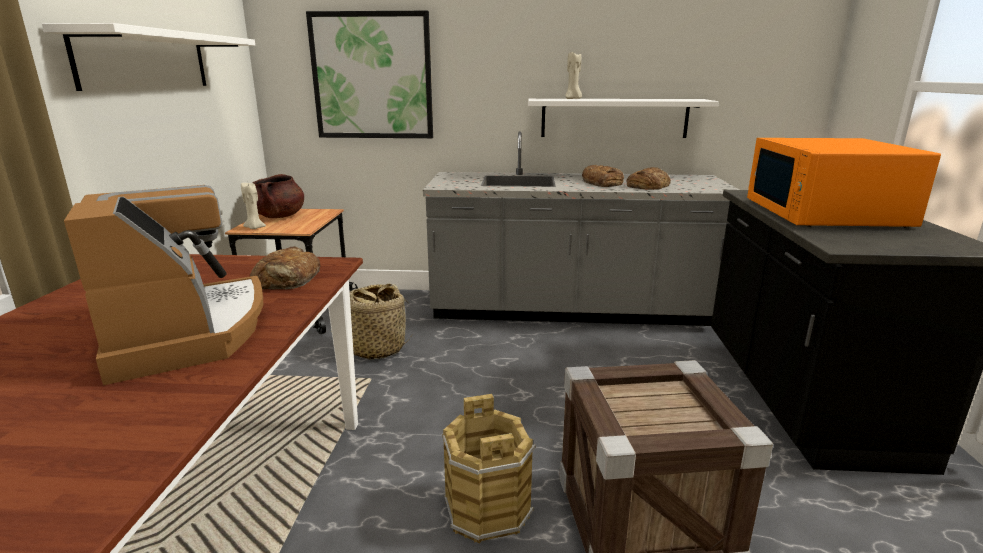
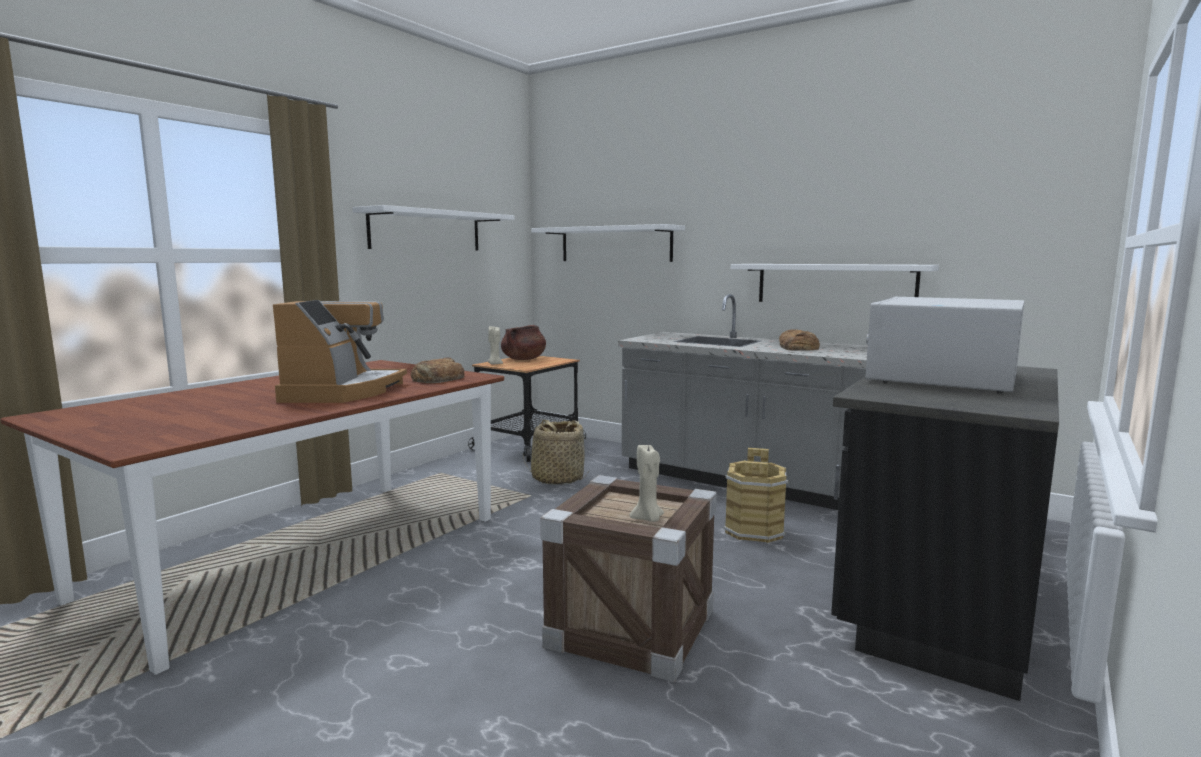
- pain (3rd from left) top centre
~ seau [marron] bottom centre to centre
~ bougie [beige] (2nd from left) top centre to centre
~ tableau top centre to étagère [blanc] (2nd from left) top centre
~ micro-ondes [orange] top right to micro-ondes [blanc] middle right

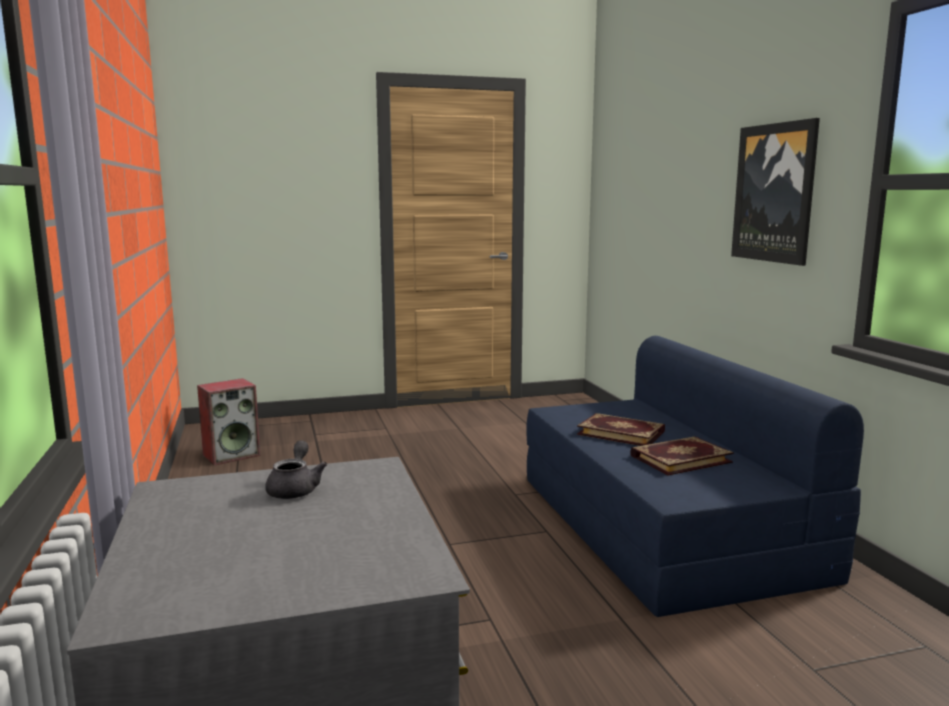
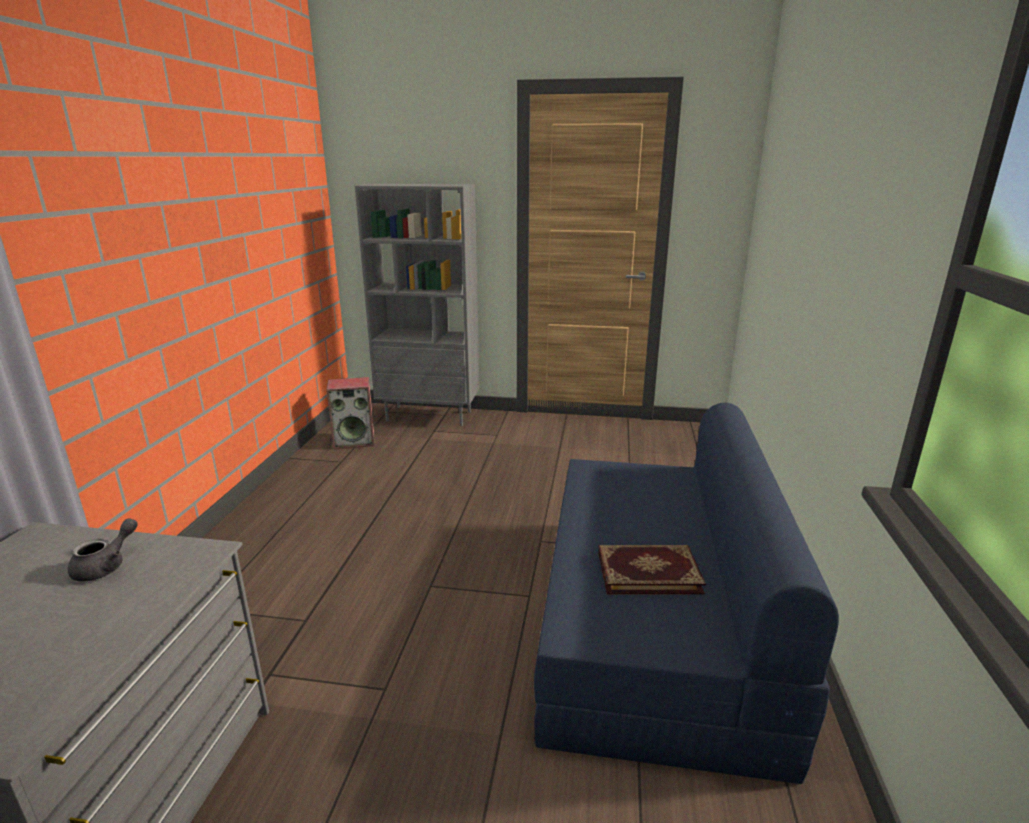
- livre (1st from left) centre
- tableau top right
+ bibliothèque [gris] centre

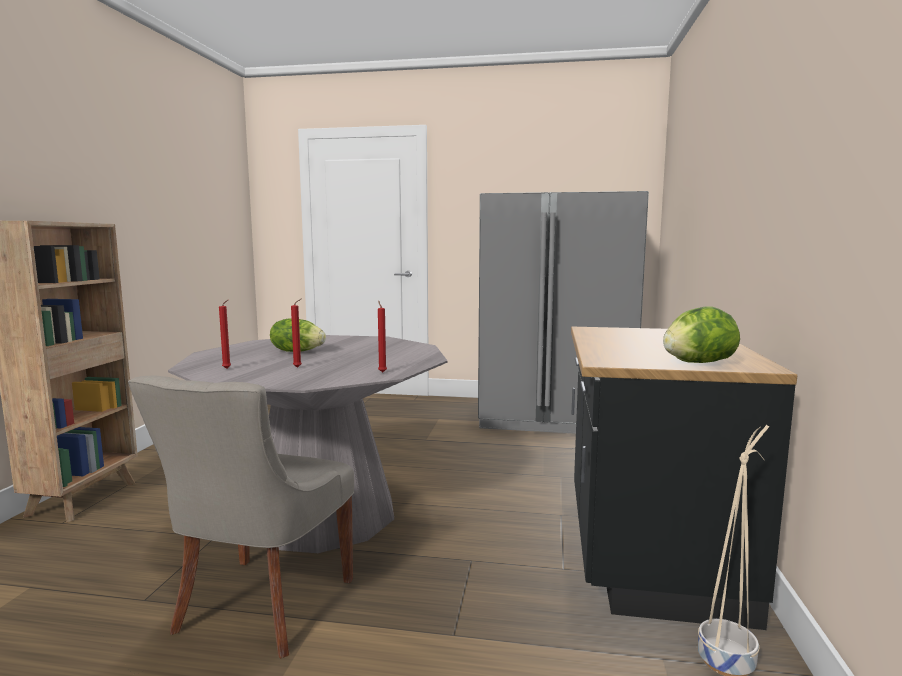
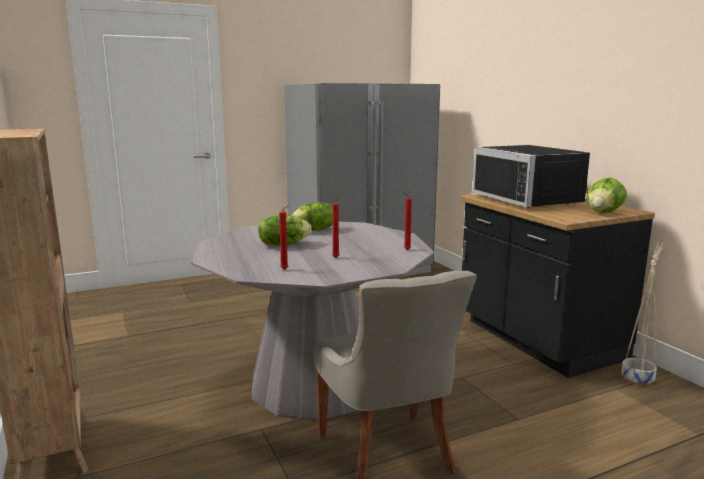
+ laitue (2nd from left) centre
+ micro-ondes [noir] middle right

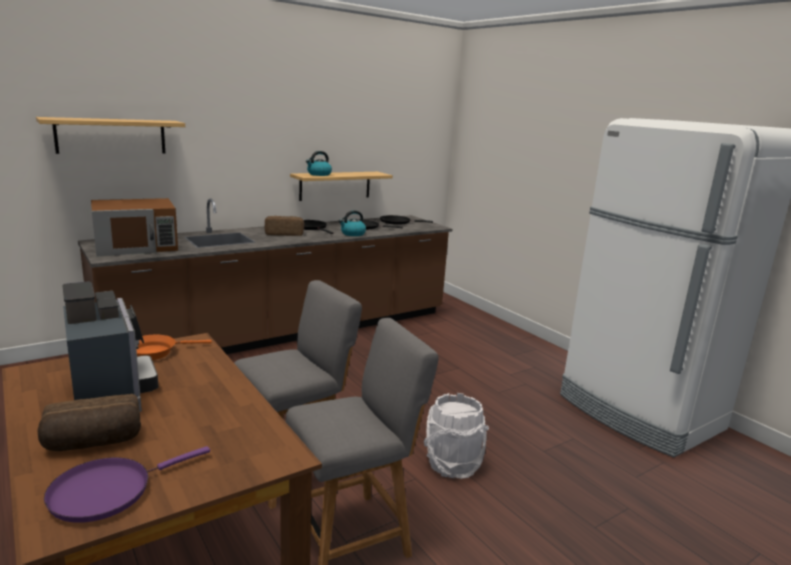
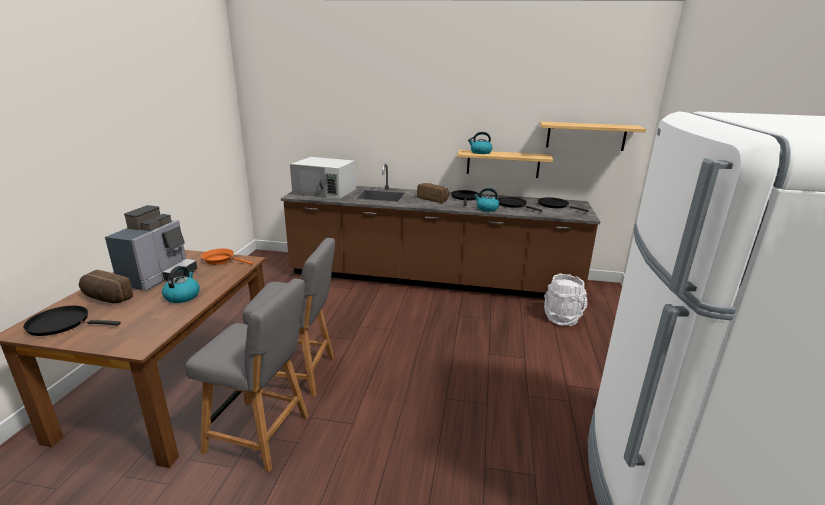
+ bouilloire (1st from left) middle left
~ étagère (1st from left in the first image) top left to étagère (2nd from left) top right
~ seau [blanc] bottom centre to middle right
~ poêle [violet] bottom left to poêle [noir] (1st from left) middle left
~ micro-ondes [marron] middle left to micro-ondes [blanc] centre

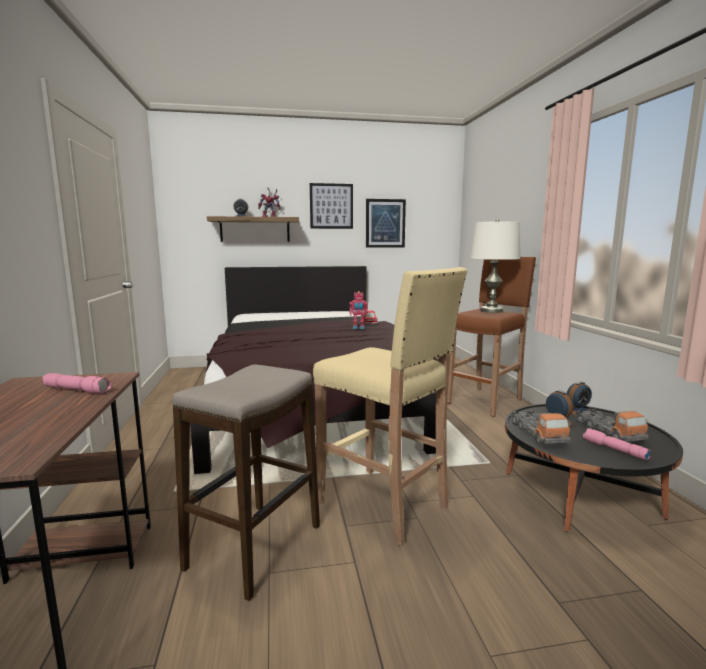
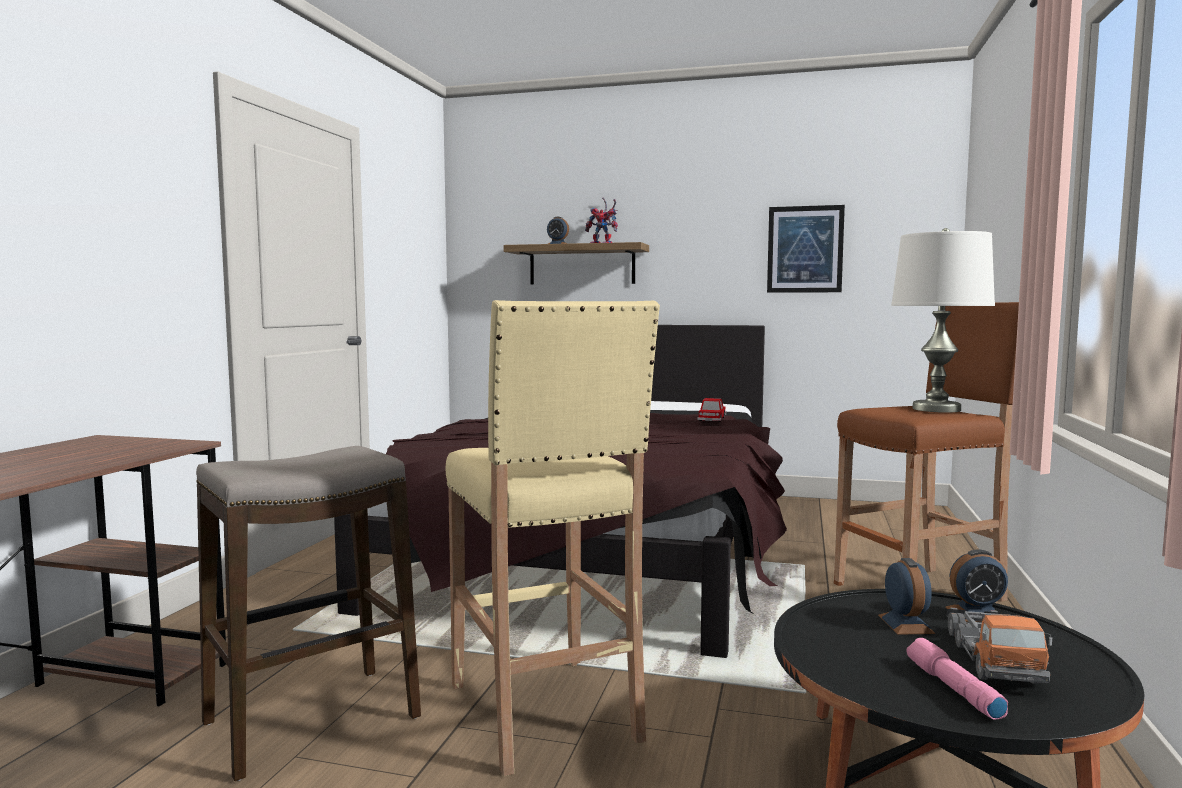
- lampe de poche [rose] (1st from left) middle left
- tableau (1st from left) top centre
- robot jouet (2nd from left) centre
- camion jouet (1st from left) middle right

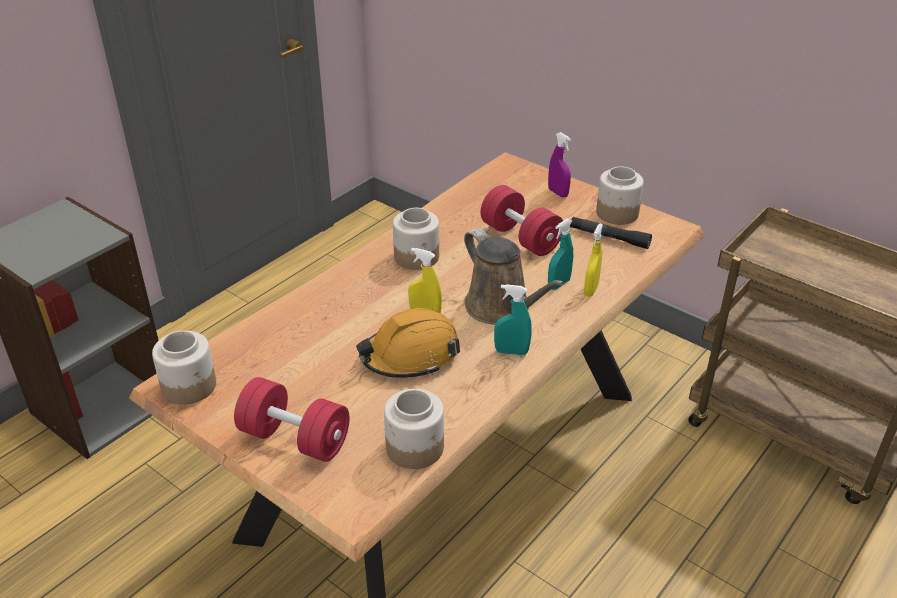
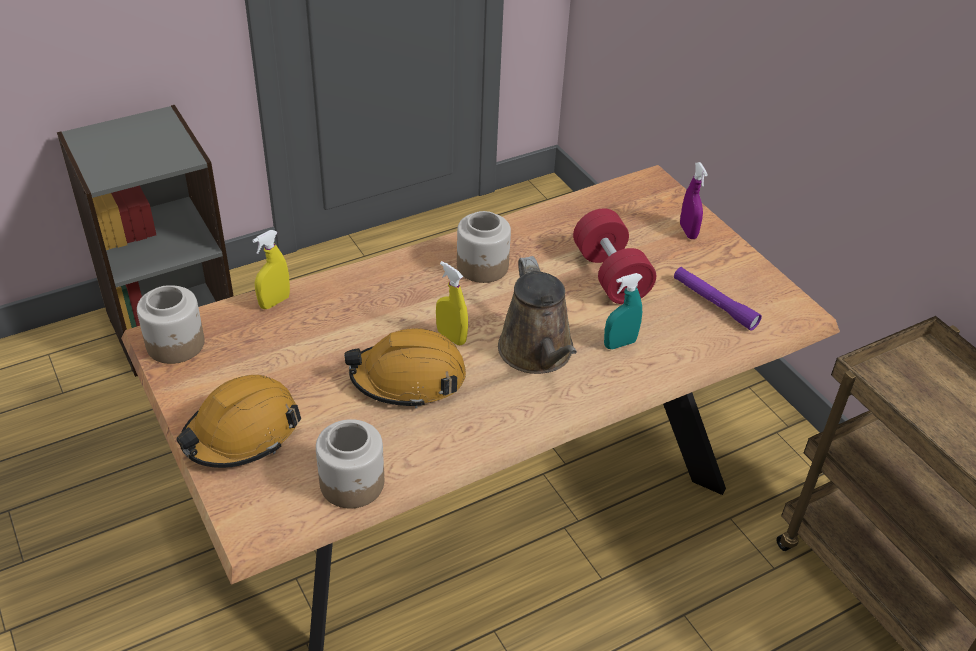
- vaporisateur [turquoise] (1st from left) centre
- bocal (4th from left) top right
~ vaporisateur [jaune] (2nd from left in the first image) centre to vaporisateur [jaune] (1st from left) middle left
~ haltère [rouge] (1st from left) bottom left to casque de chantier [orange] (1st from left) middle left
~ lampe de poche [noir] middle right to lampe de poche [violet] middle right

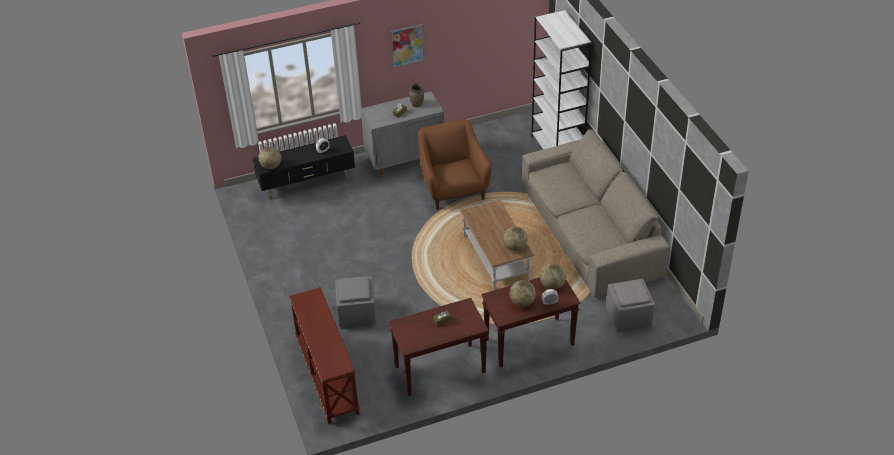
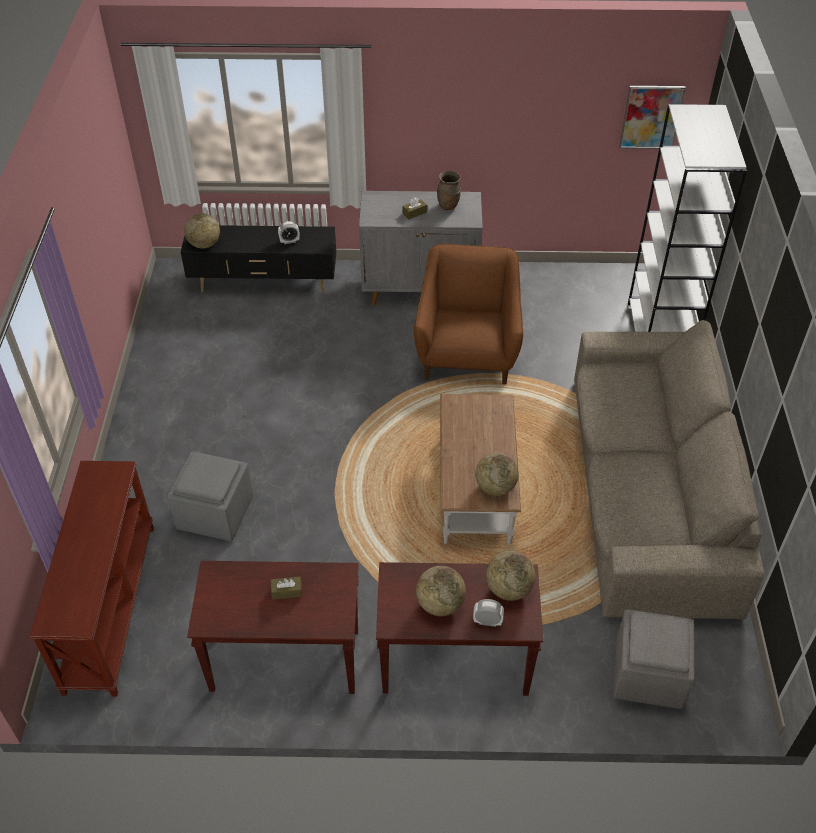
~ tableau top centre to top right

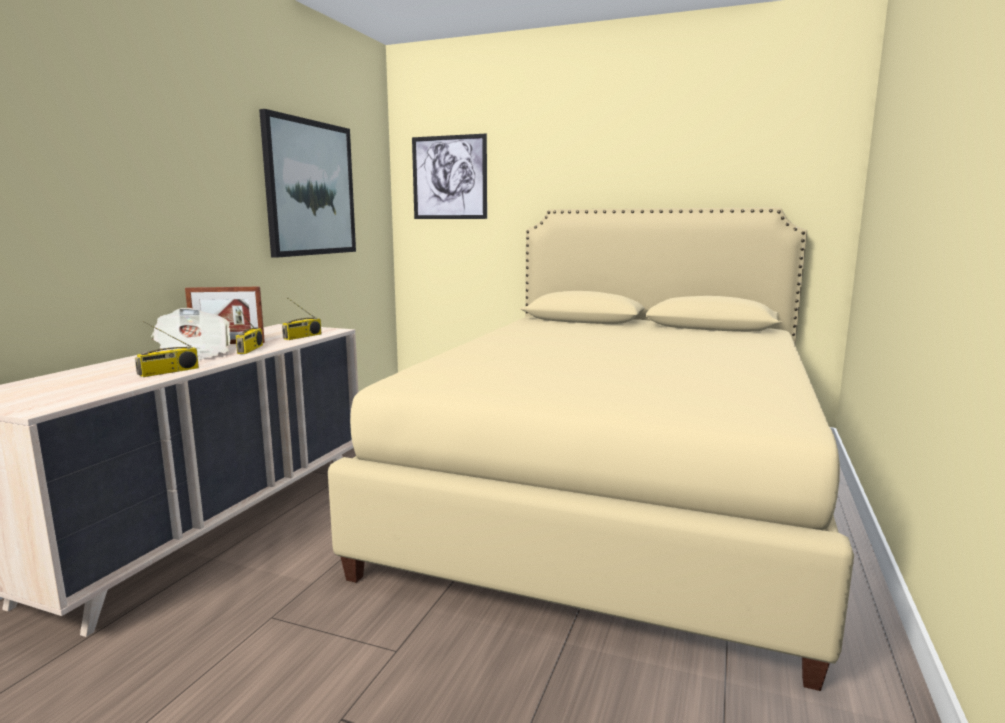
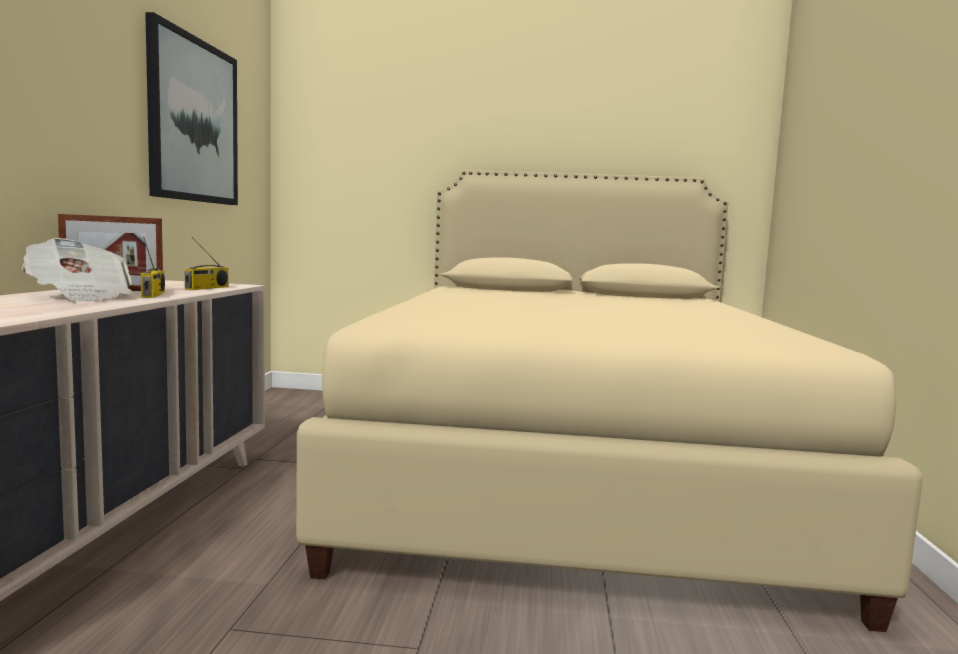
- radio (1st from left) middle left
- tableau (2nd from left) top centre

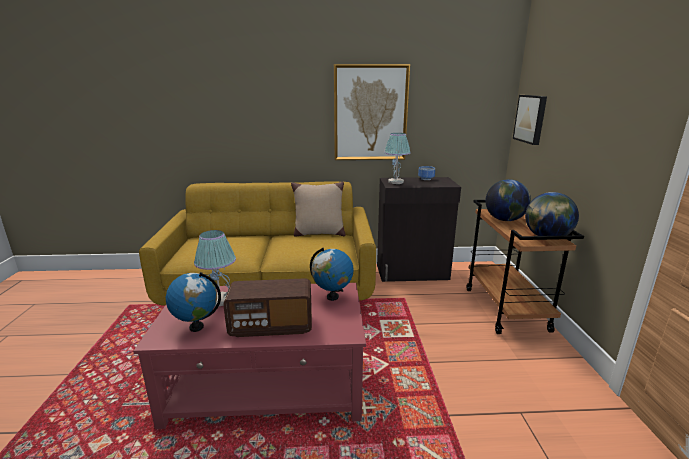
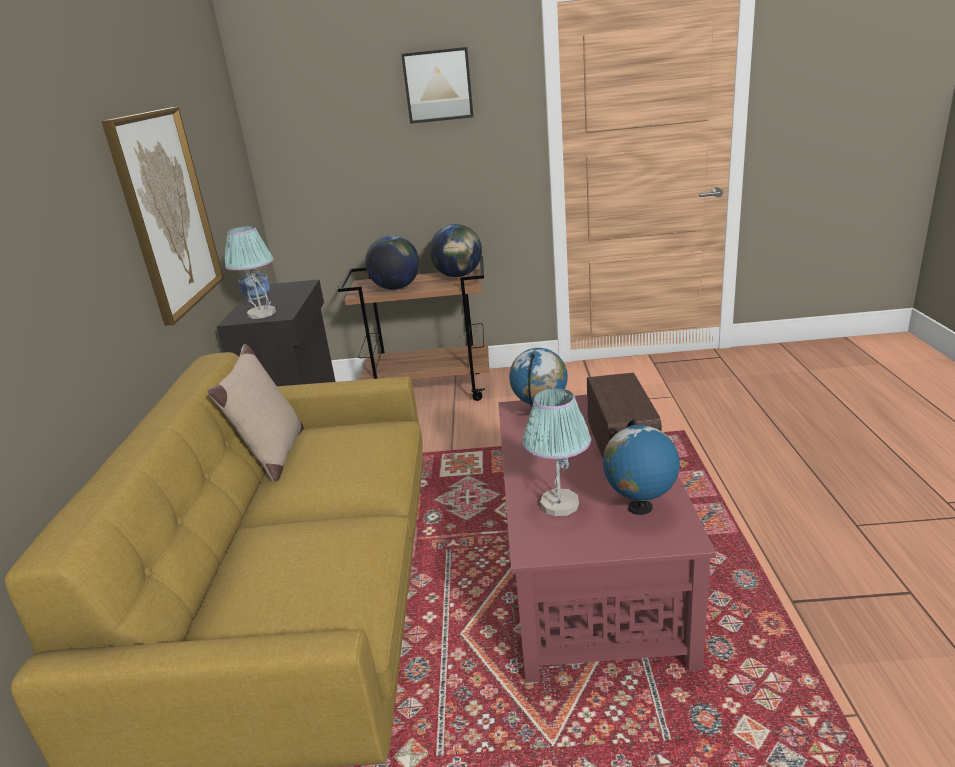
~ tableau (2nd from left) top right to top centre

